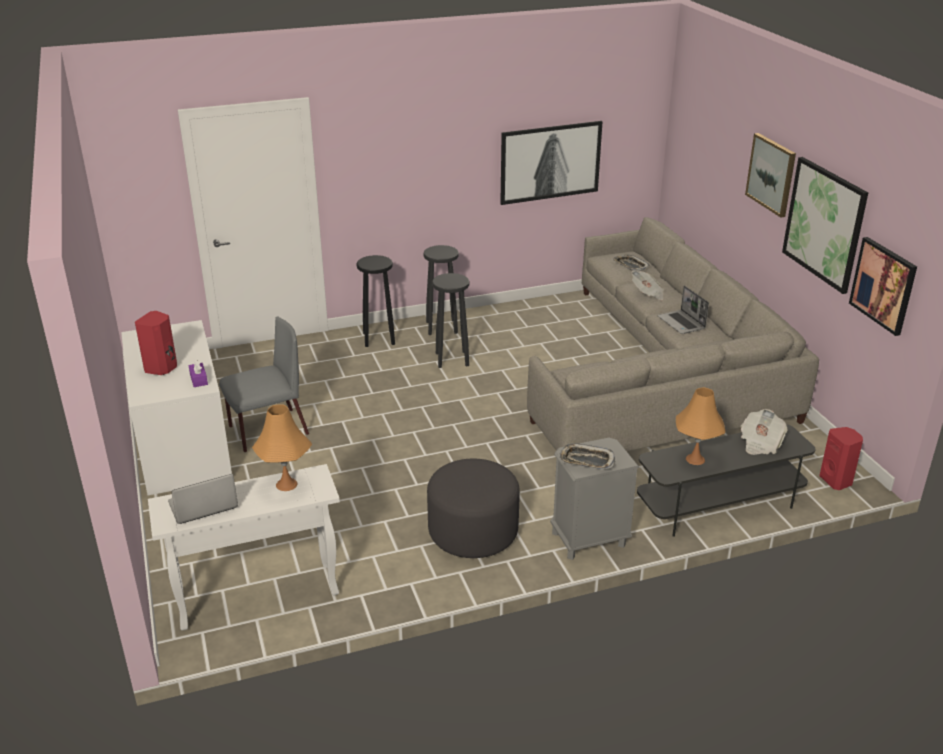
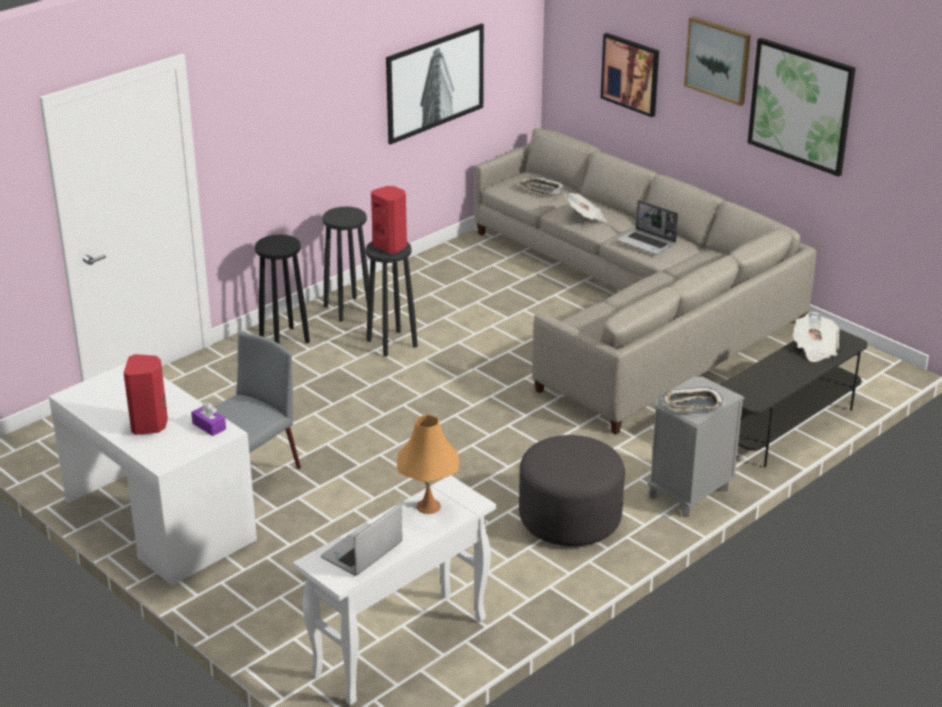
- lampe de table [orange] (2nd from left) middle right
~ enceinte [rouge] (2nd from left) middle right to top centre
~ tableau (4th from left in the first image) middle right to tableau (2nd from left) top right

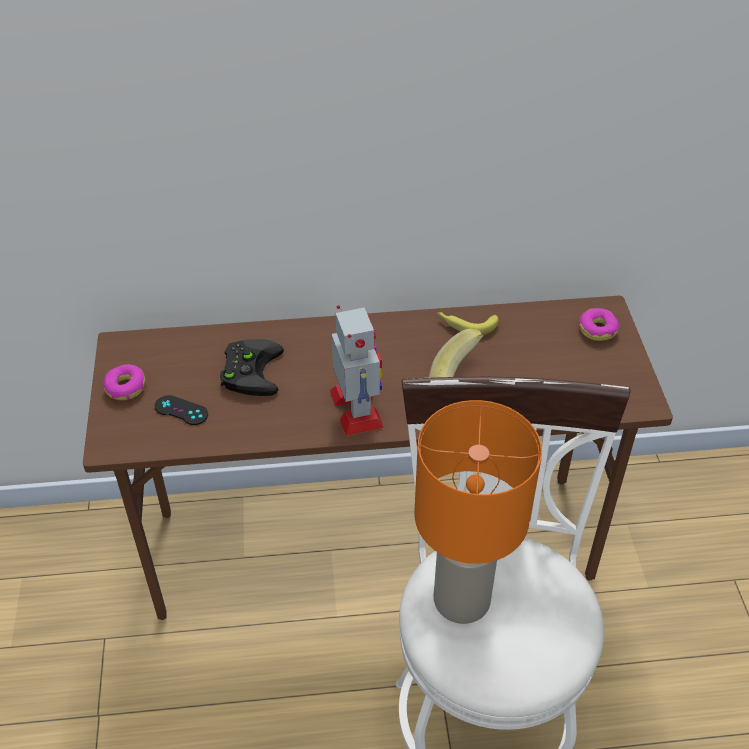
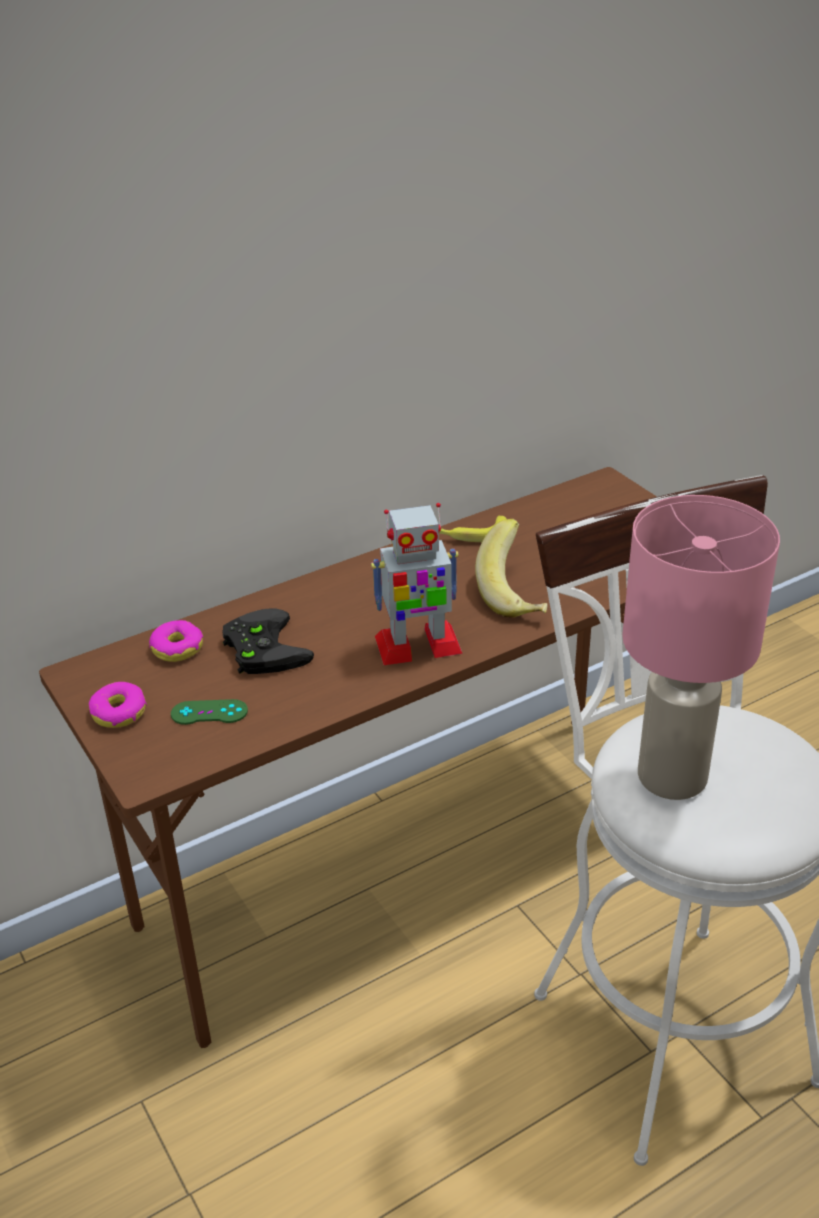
~ beignet (2nd from left) middle right to middle left
~ manette [noir] (1st from left) middle left to manette [vert] middle left
~ lampe de table [orange] bottom centre to lampe de table [rose] middle right
~ robot jouet centre = centre 120 degrees clockwise

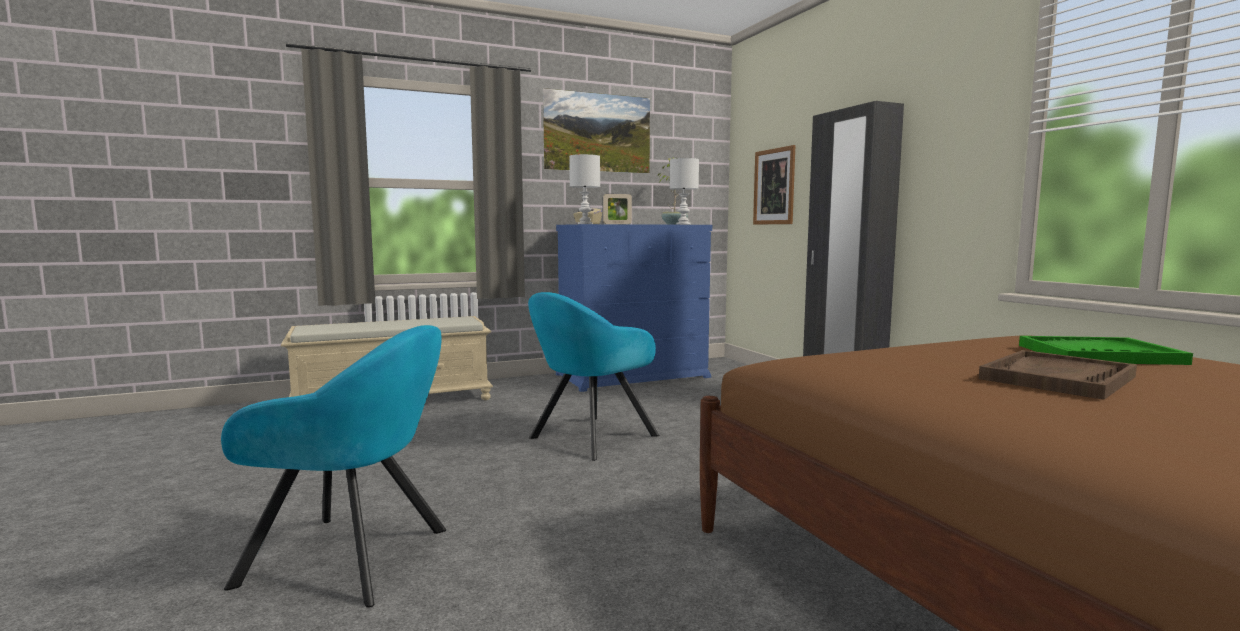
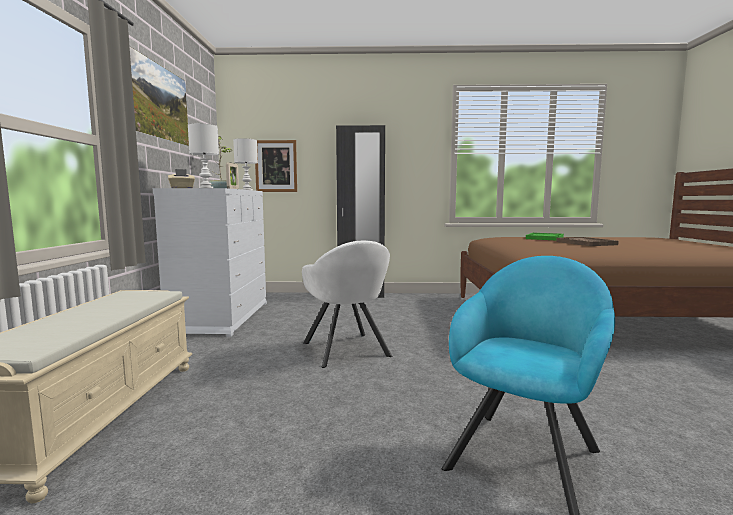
~ fauteuil [turquoise] (2nd from left) centre to fauteuil [blanc] centre
~ commode [bleu] centre to commode [blanc] middle left

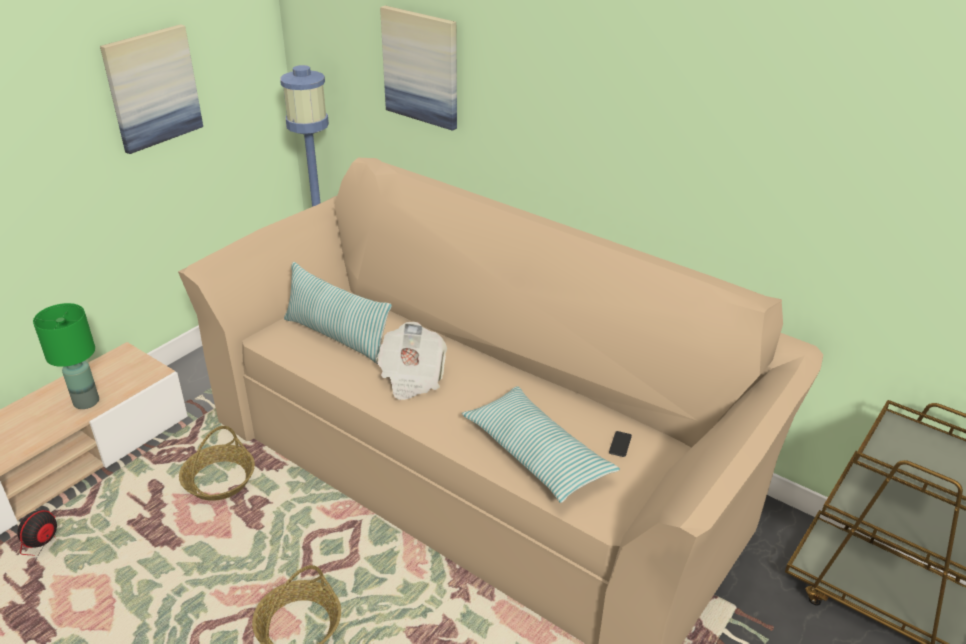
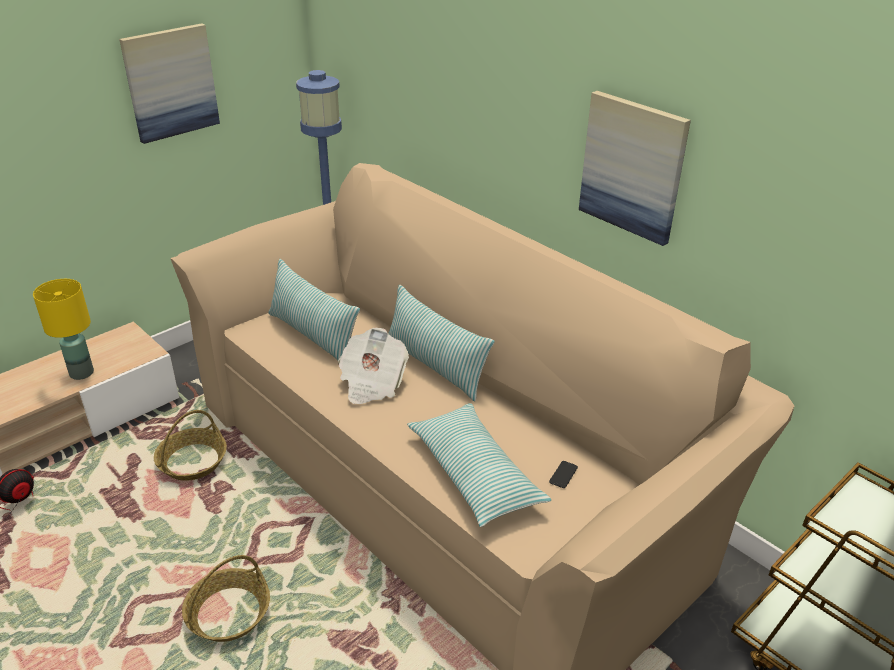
+ coussin (2nd from left) centre
~ tableau (2nd from left) top centre to top right
~ lampe de table [vert] middle left to lampe de table [jaune] middle left

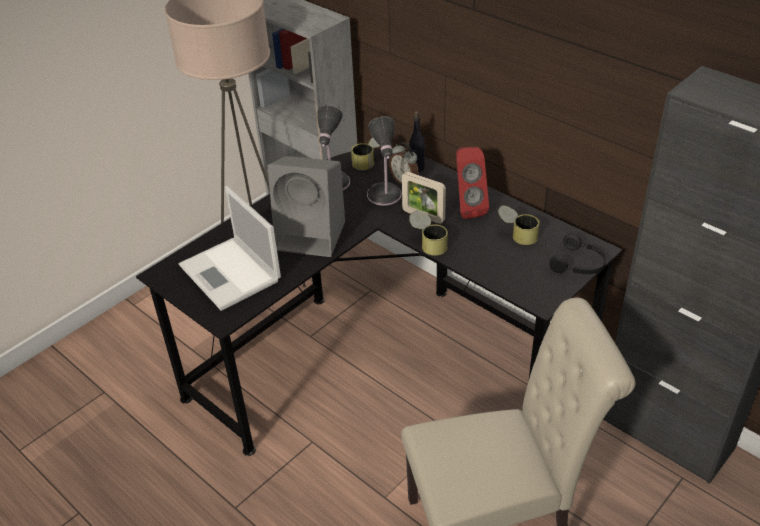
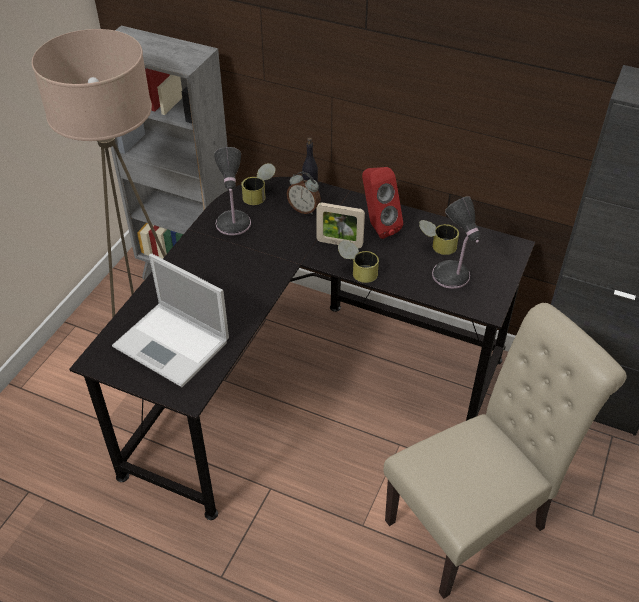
- enceinte [gris] centre
- casque audio [noir] middle right
~ lampe de table (2nd from left) top centre to middle right

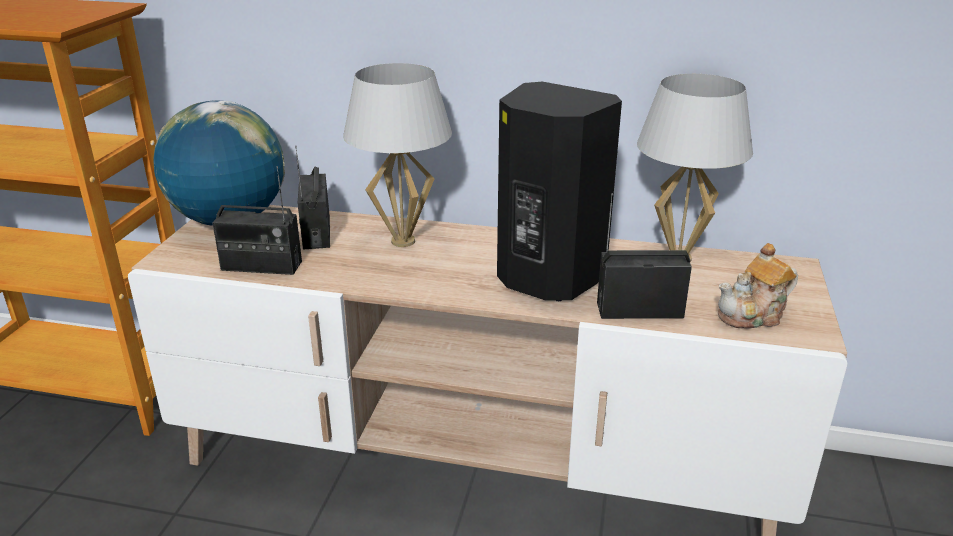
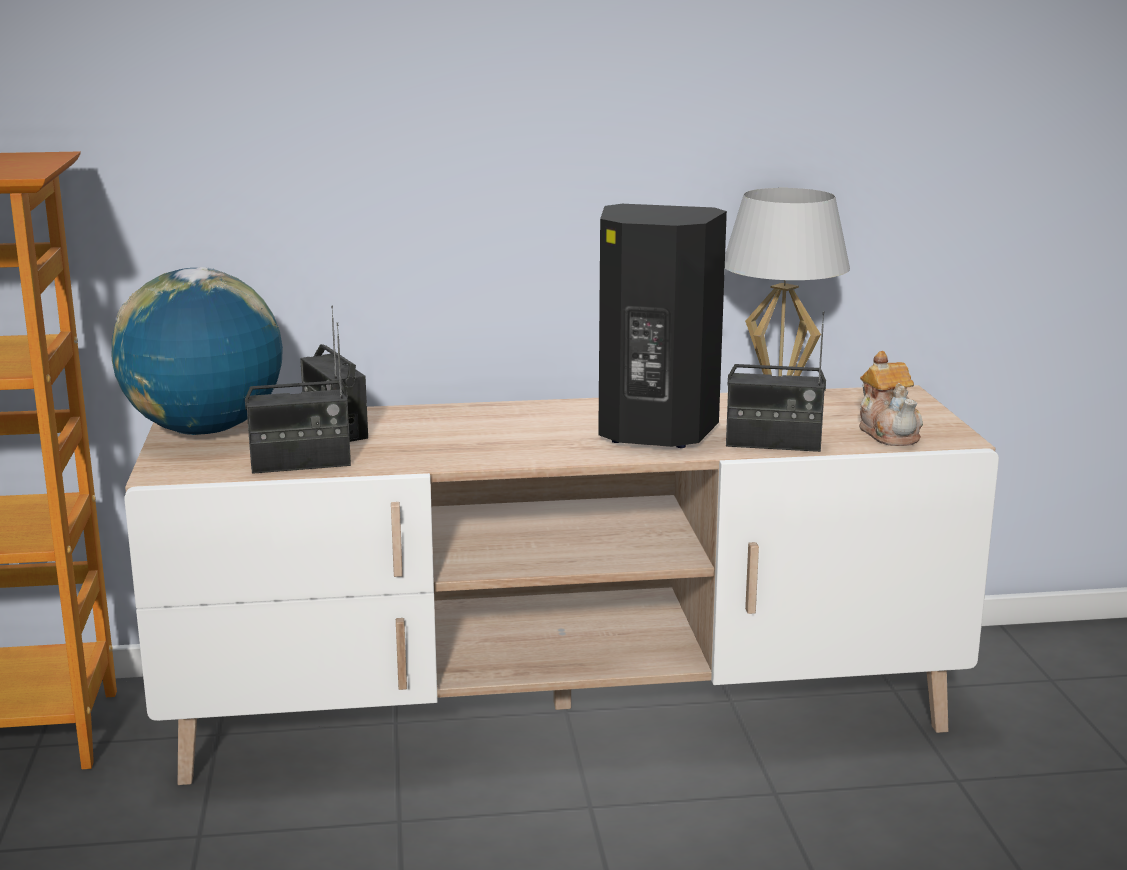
- lampe de table [blanc] (1st from left) top centre
~ radio (3rd from left) middle right = middle right 150 degrees counterclockwise
~ théière middle right = middle right 60 degrees counterclockwise

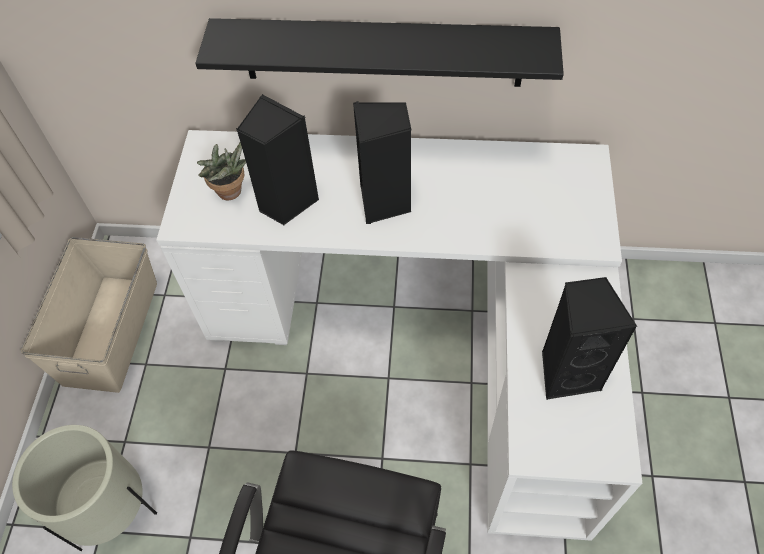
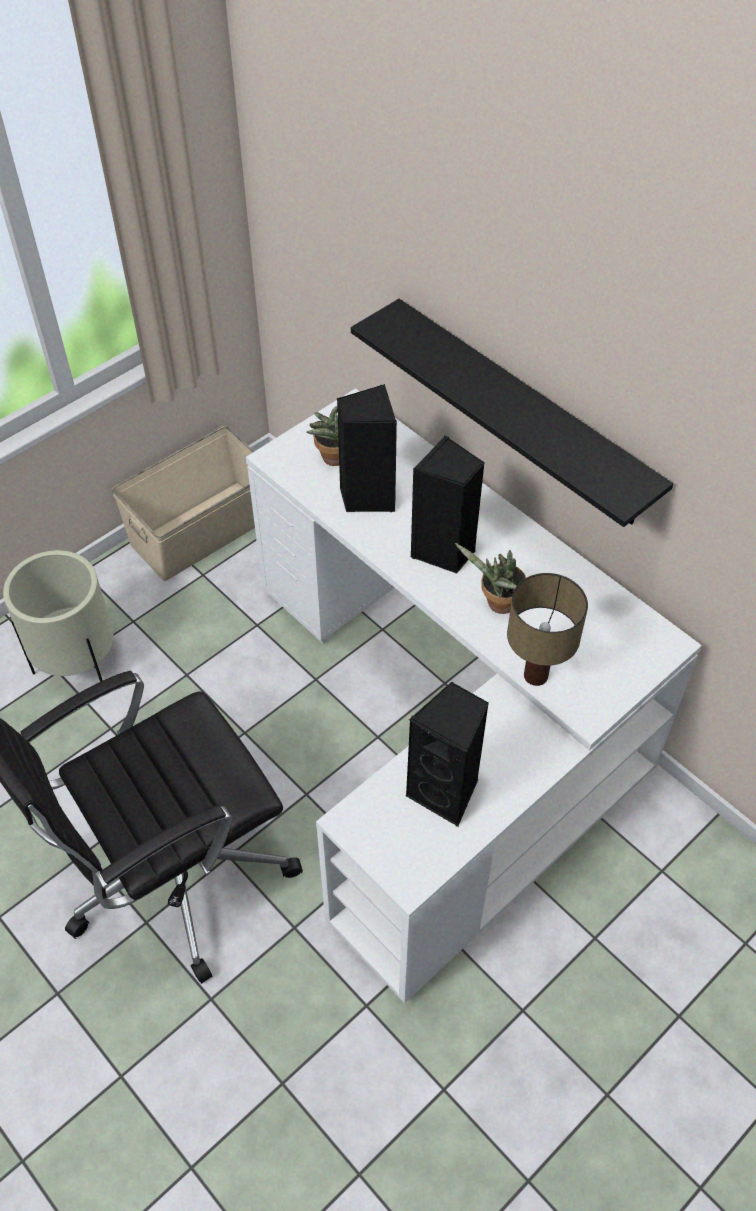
+ plante en pot (2nd from left) centre
+ lampe de table middle right

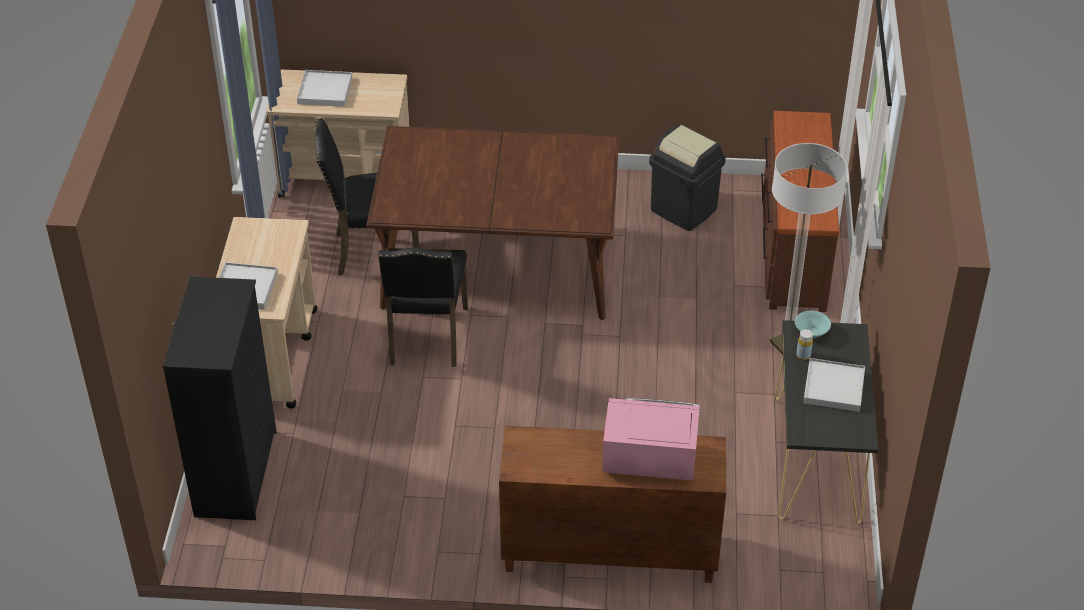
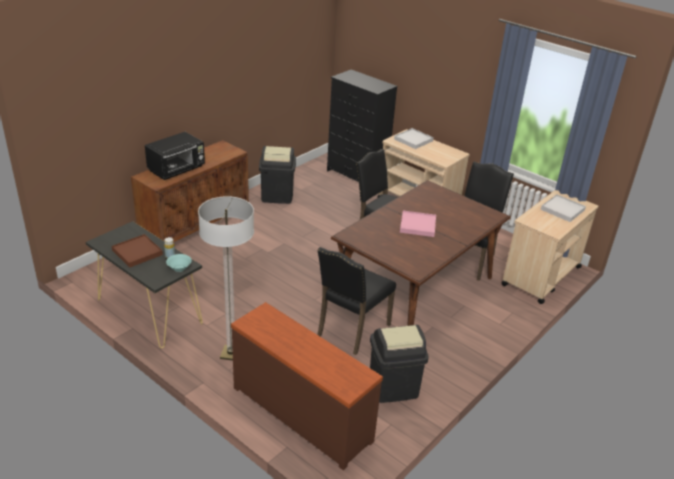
+ poubelle [noir] (1st from left) centre
+ chaise [noir] (1st from left) centre
+ plateau [rose] centre
~ micro-ondes [rose] bottom centre to micro-ondes [noir] top left
~ plateau [blanc] (3rd from left) middle right to plateau [marron] middle left

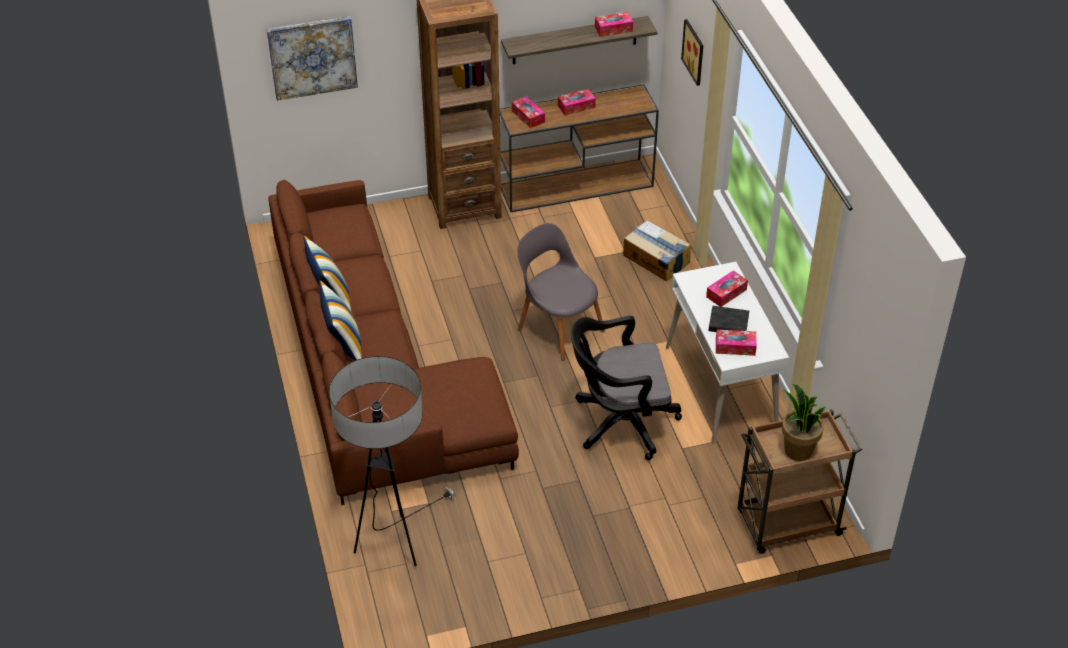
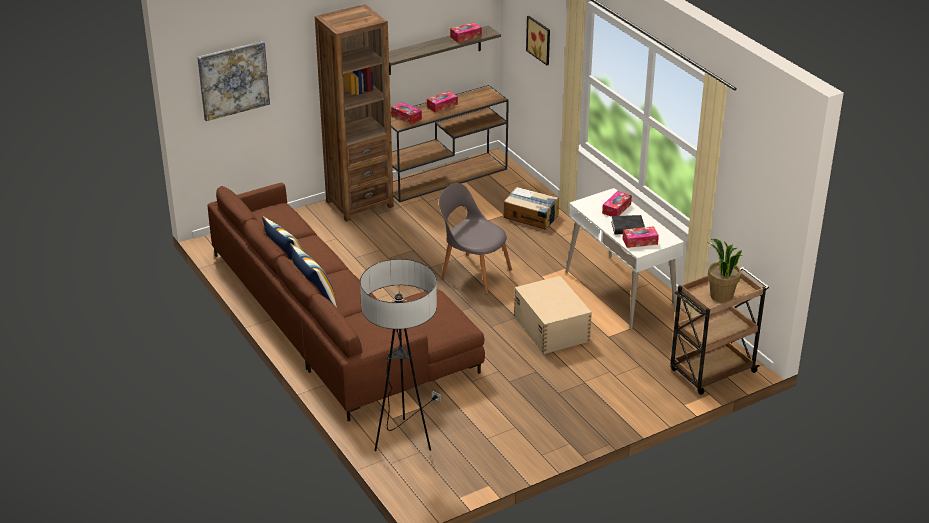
~ chaise de bureau [noir] centre to boîte de rangement [beige] centre

